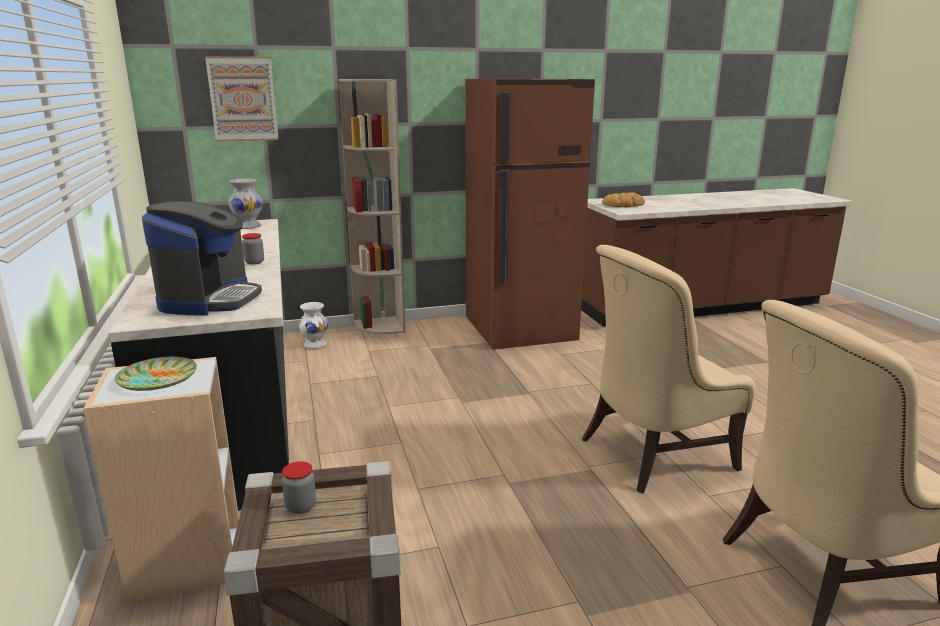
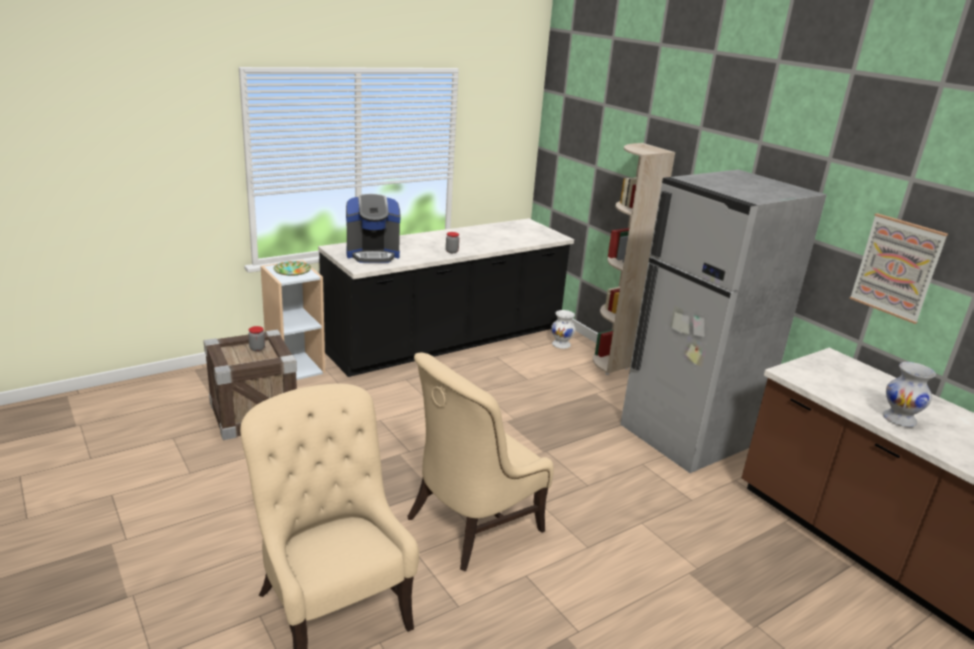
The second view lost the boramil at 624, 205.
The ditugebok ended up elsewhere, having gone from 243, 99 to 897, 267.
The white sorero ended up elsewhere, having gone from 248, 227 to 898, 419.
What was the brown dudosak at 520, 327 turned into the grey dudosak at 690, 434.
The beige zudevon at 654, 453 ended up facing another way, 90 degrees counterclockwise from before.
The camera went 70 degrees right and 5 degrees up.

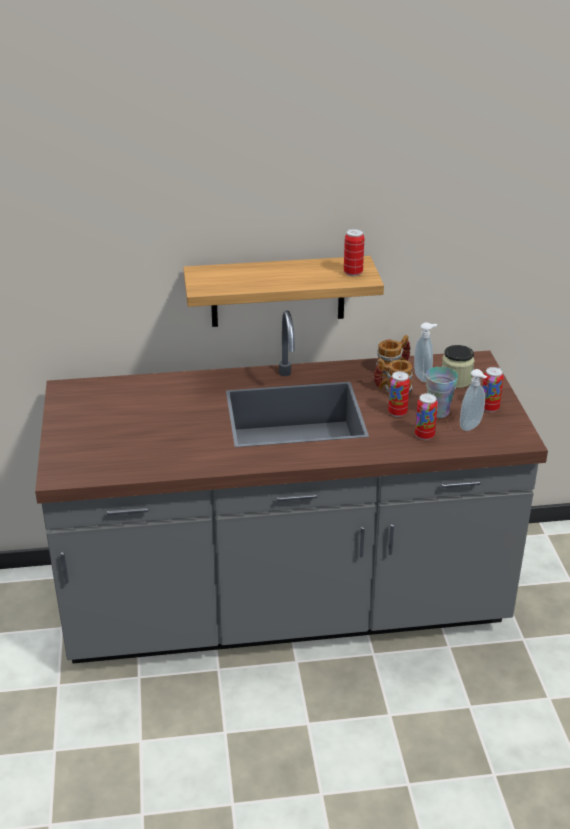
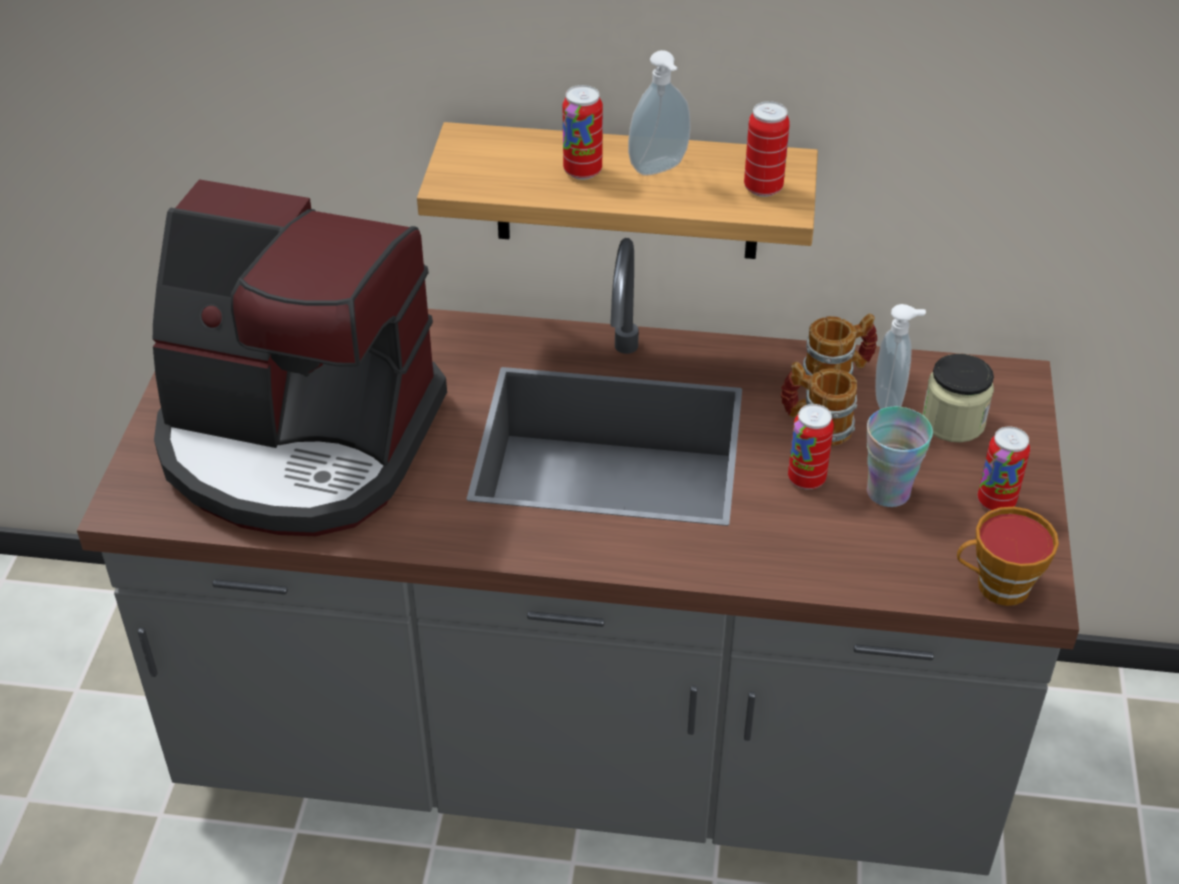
The second view gained the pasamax at 299, 442.
The second view gained the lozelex at 996, 587.
The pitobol ended up elsewhere, having gone from 424, 436 to 582, 171.
The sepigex ended up elsewhere, having gone from 472, 427 to 660, 169.
The camera went 15 degrees right and 10 degrees up.

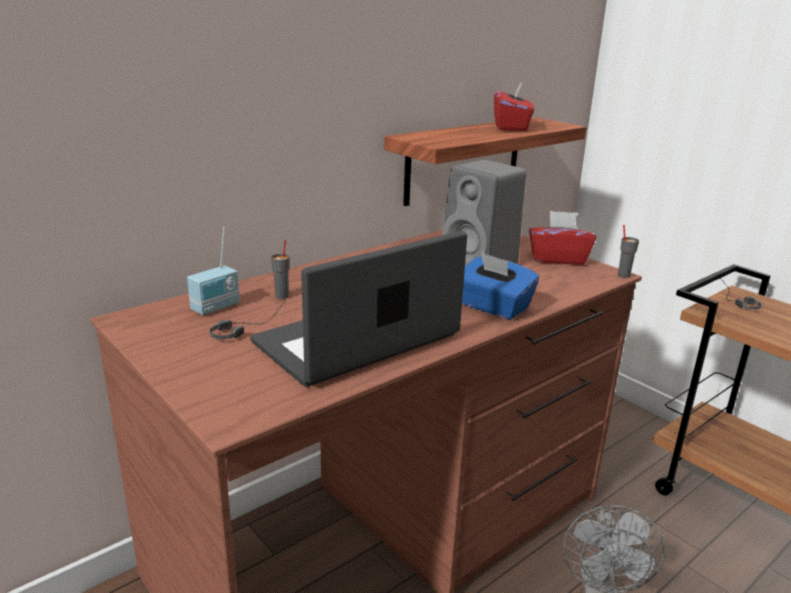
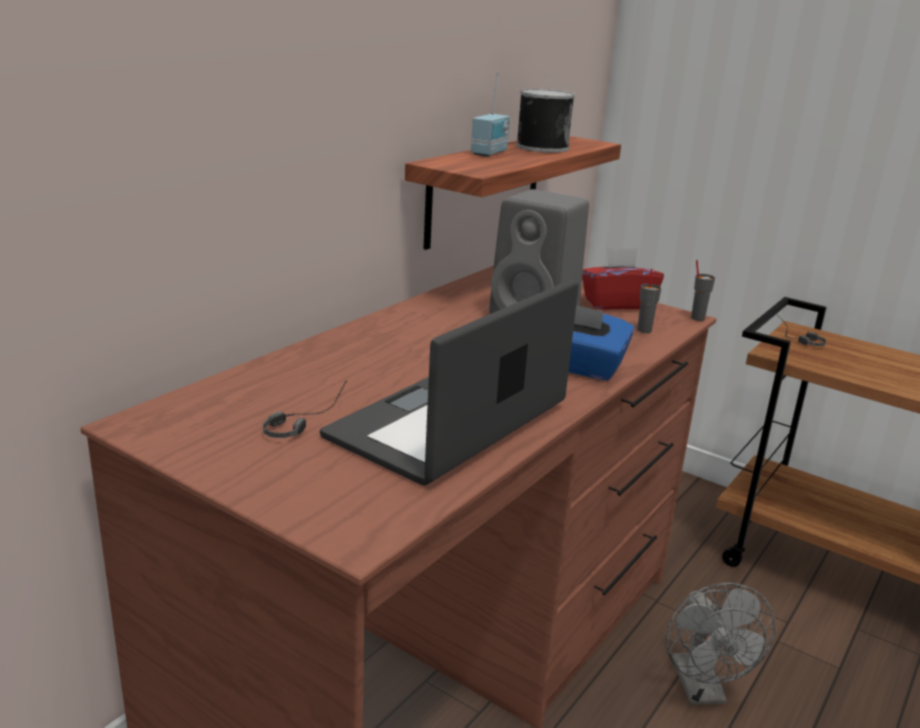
The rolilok ended up elsewhere, having gone from 216, 308 to 490, 153.
The grey lozelex ended up elsewhere, having gone from 282, 296 to 644, 330.
Where the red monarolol stood at 511, 127, the pitobol came to stand at 541, 147.
The camera went 15 degrees left and 0 degrees up.

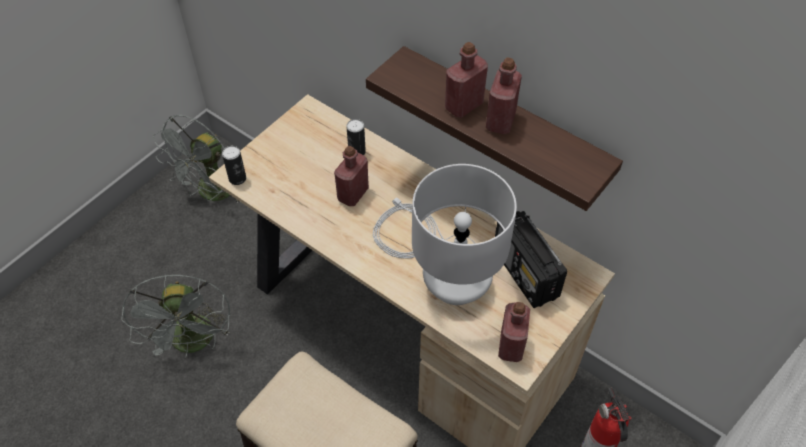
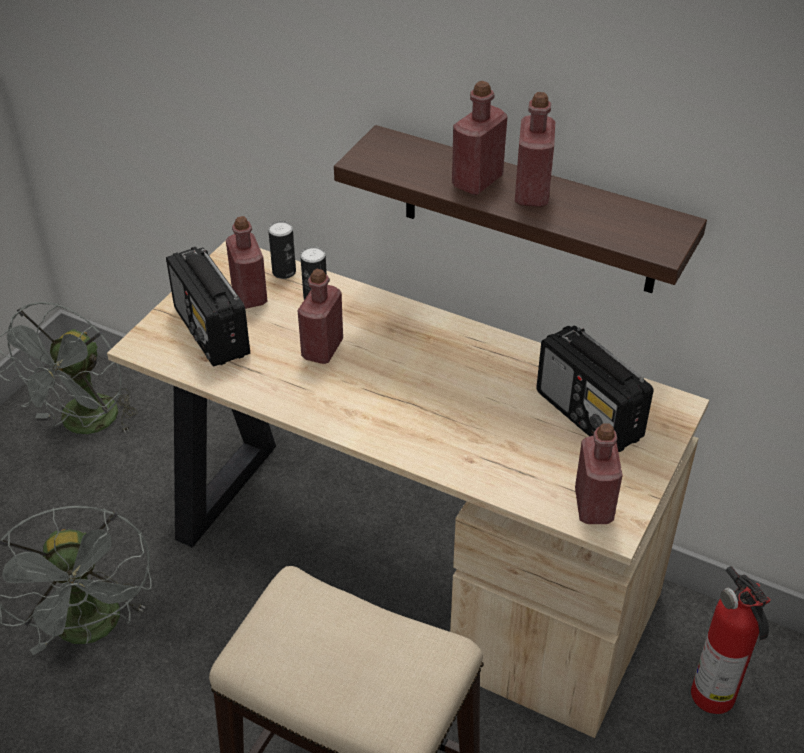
The second view lost the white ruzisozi at 436, 264.
The second view gained the rolilok at 212, 332.
The second view gained the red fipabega at 249, 295.
The pitobol ended up elsewhere, having gone from 237, 178 to 284, 272.
The camera went 10 degrees left and 10 degrees down.

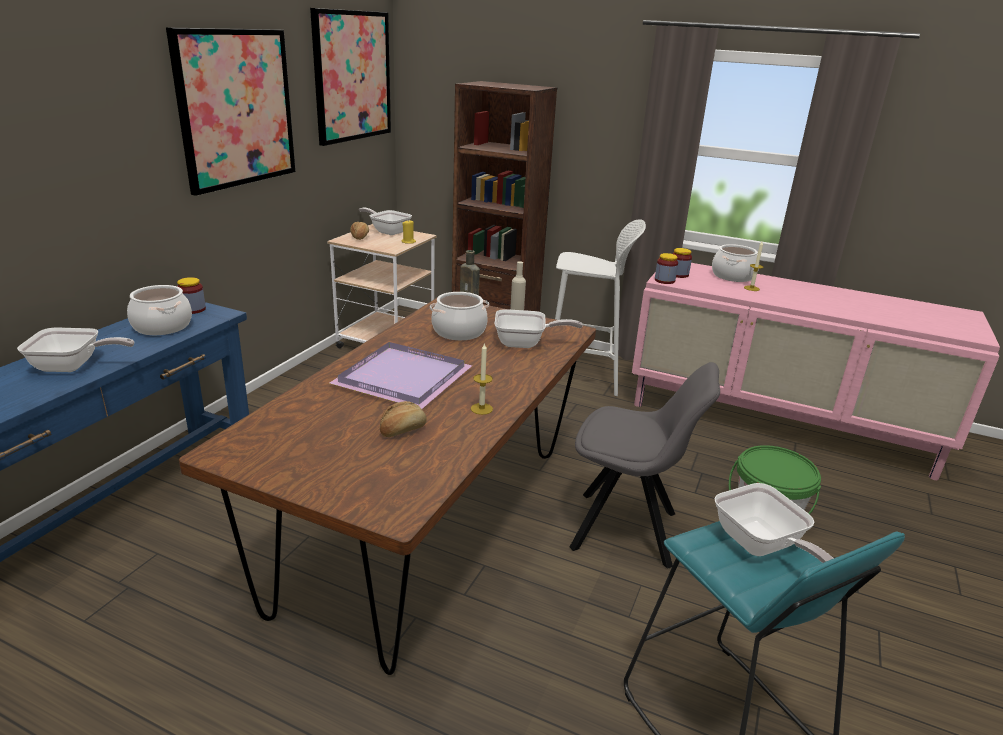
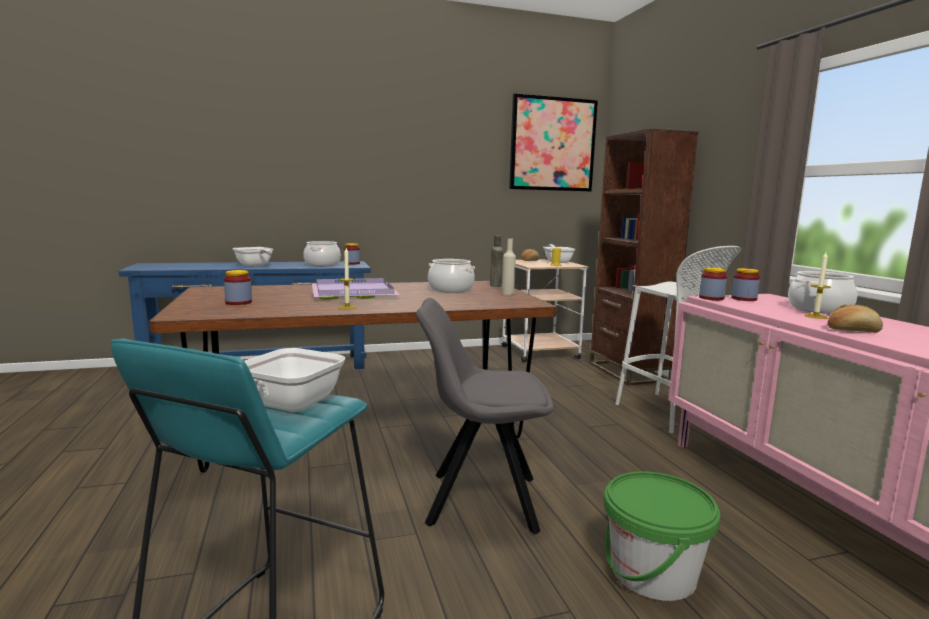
The second view lost the ditugebok at 236, 108.
The second view lost the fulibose at 525, 343.
The second view gained the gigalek at 238, 302.
The boramil ended up elsewhere, having gone from 402, 429 to 852, 331.
The grey zudevon at 625, 530 ended up facing another way, 120 degrees clockwise from before.
The camera went 50 degrees right and 15 degrees down.

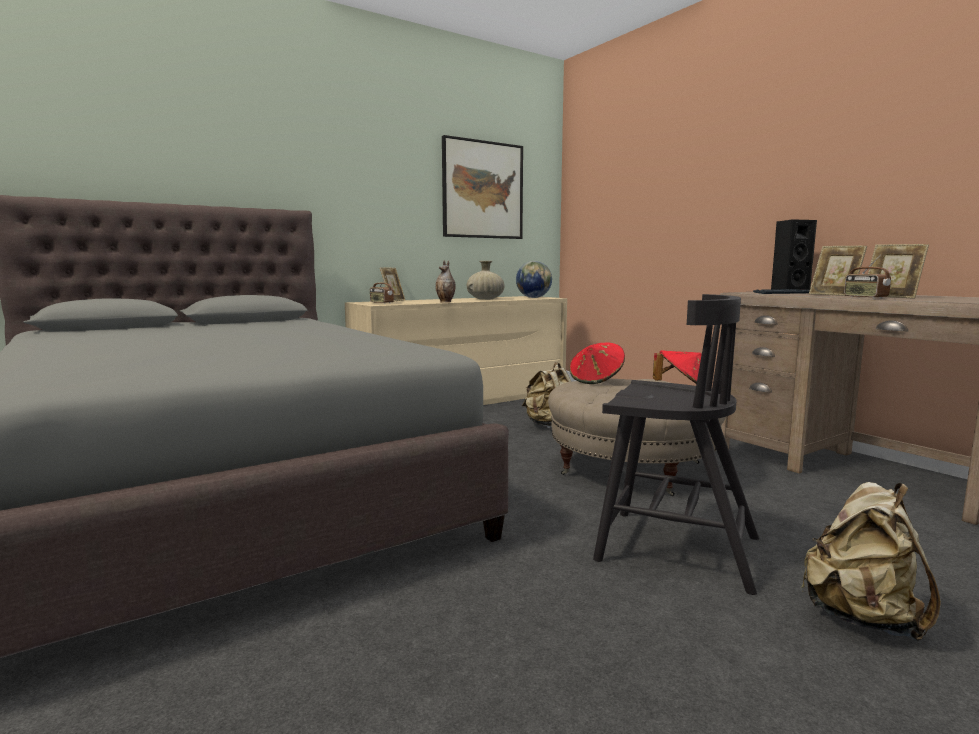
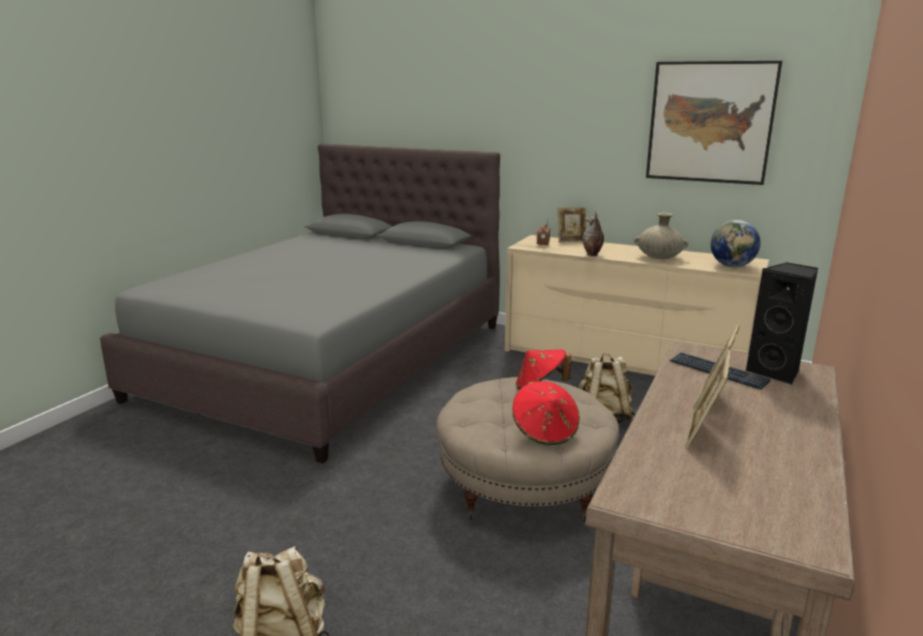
The second view lost the black zudevon at 674, 547.
The second view lost the rolilok at 865, 297.
The camera went 60 degrees right and 10 degrees up.

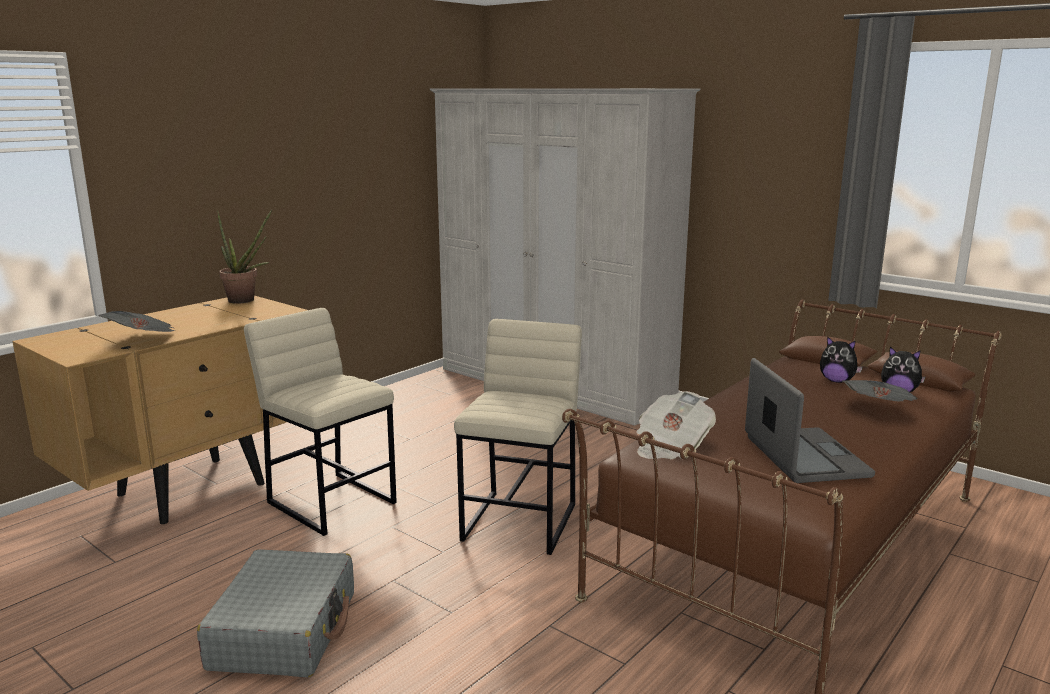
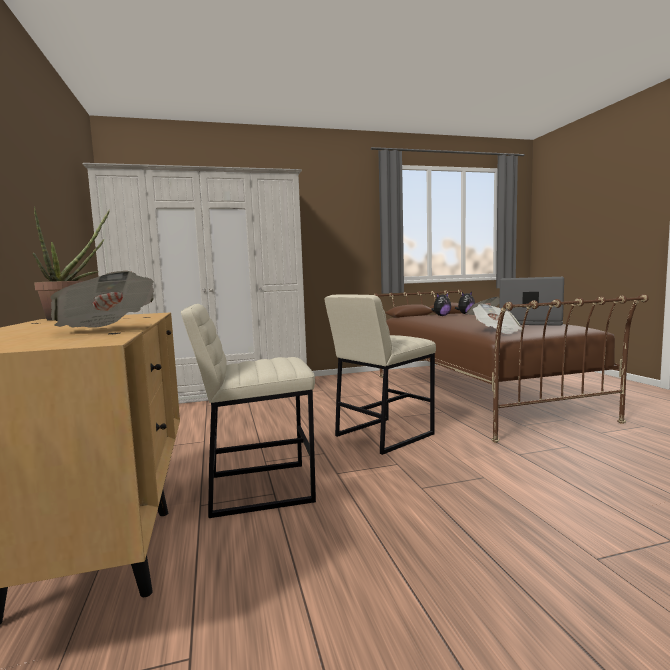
The second view lost the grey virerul at 285, 630.
The beige zudevon at 520, 520 ended up facing another way, 90 degrees counterclockwise from before.
The camera went 55 degrees left and 10 degrees down.

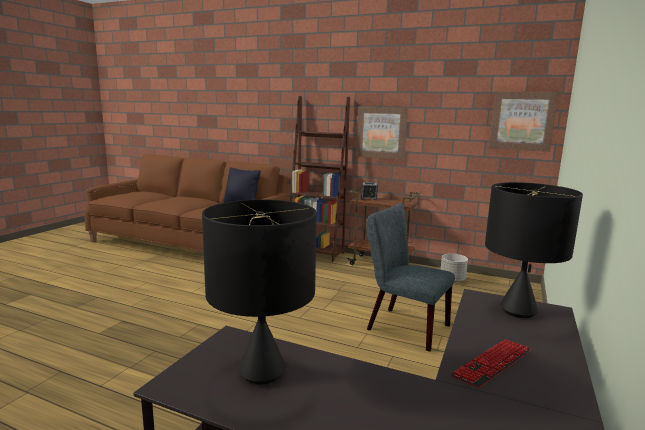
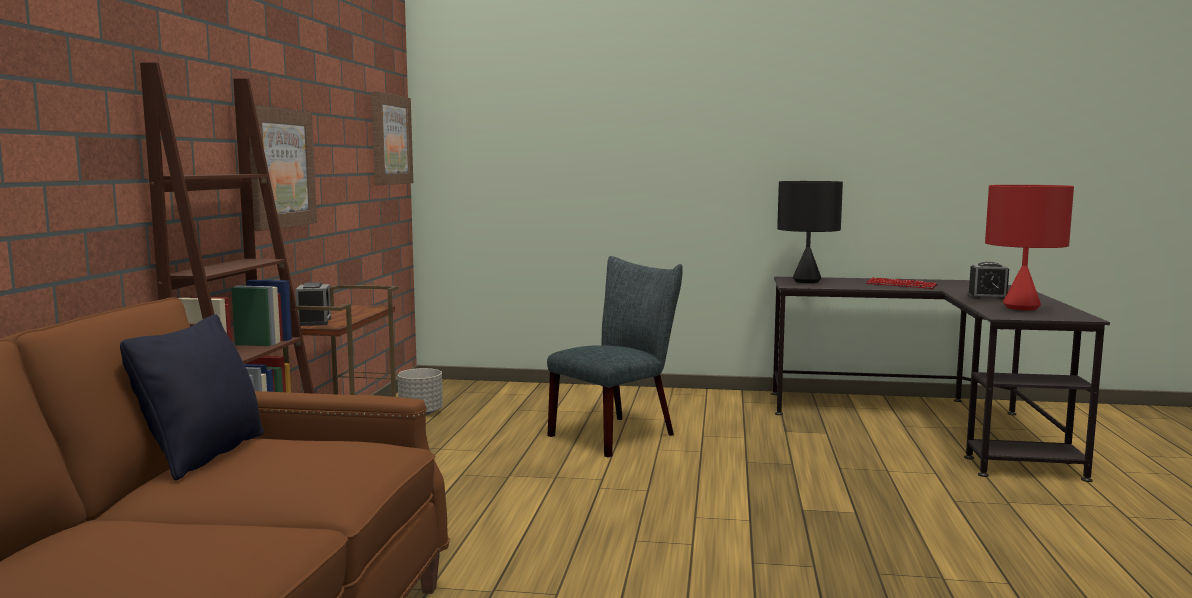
The second view gained the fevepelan at 987, 297.
What was the black ruzisozi at 261, 373 turned into the red ruzisozi at 1021, 308.
The grey zudevon at 402, 326 ended up facing another way, 150 degrees counterclockwise from before.
The camera went 105 degrees left and 5 degrees down.

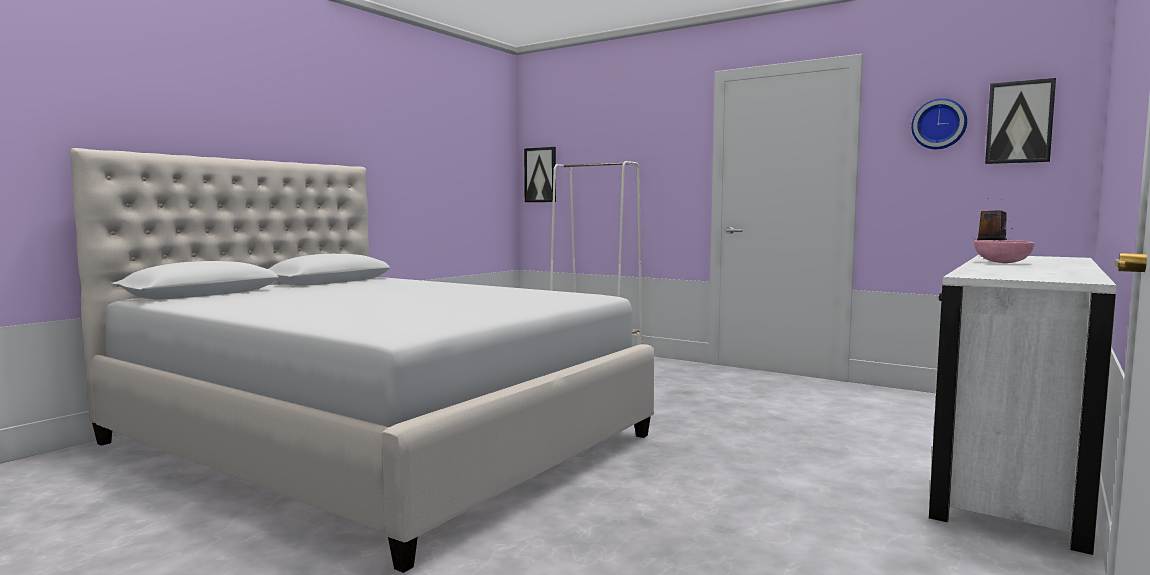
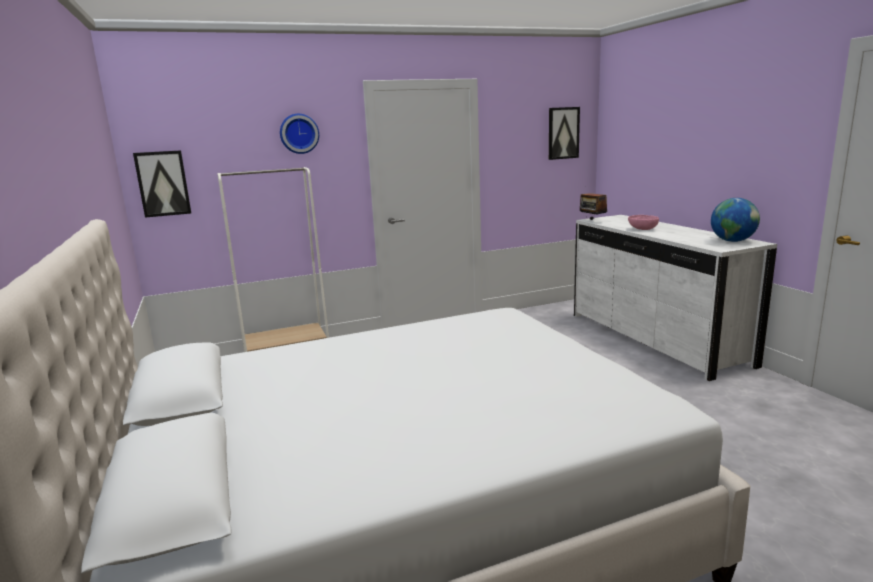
The second view gained the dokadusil at 732, 241.
The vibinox ended up elsewhere, having gone from 939, 124 to 299, 133.
The camera went 55 degrees left and 10 degrees up.

